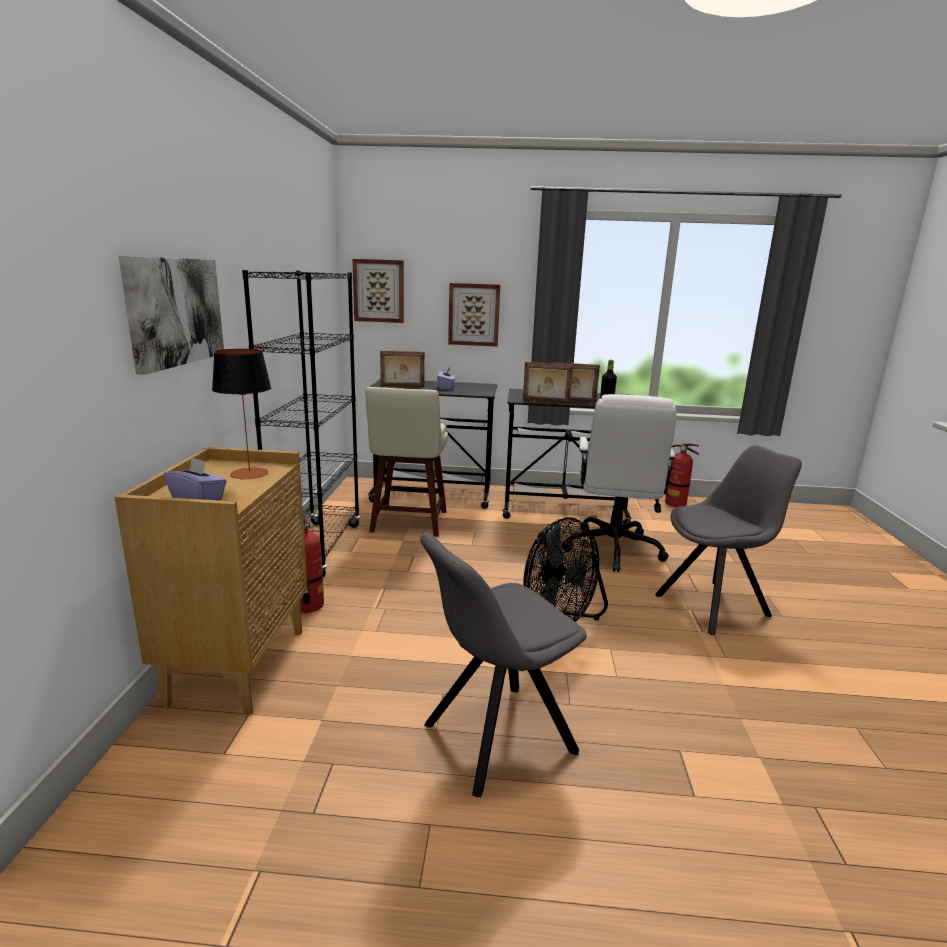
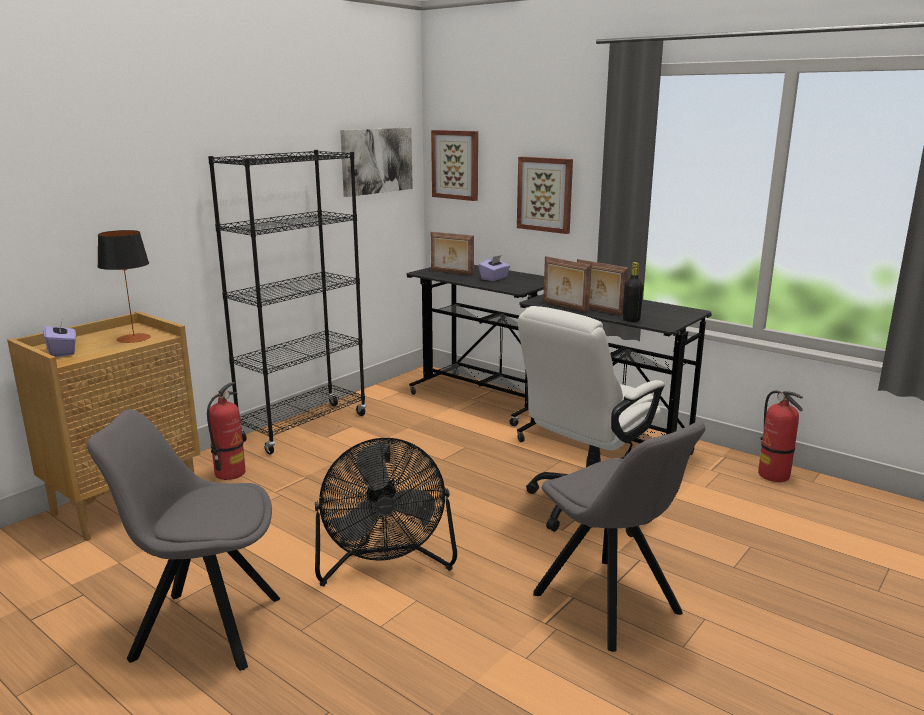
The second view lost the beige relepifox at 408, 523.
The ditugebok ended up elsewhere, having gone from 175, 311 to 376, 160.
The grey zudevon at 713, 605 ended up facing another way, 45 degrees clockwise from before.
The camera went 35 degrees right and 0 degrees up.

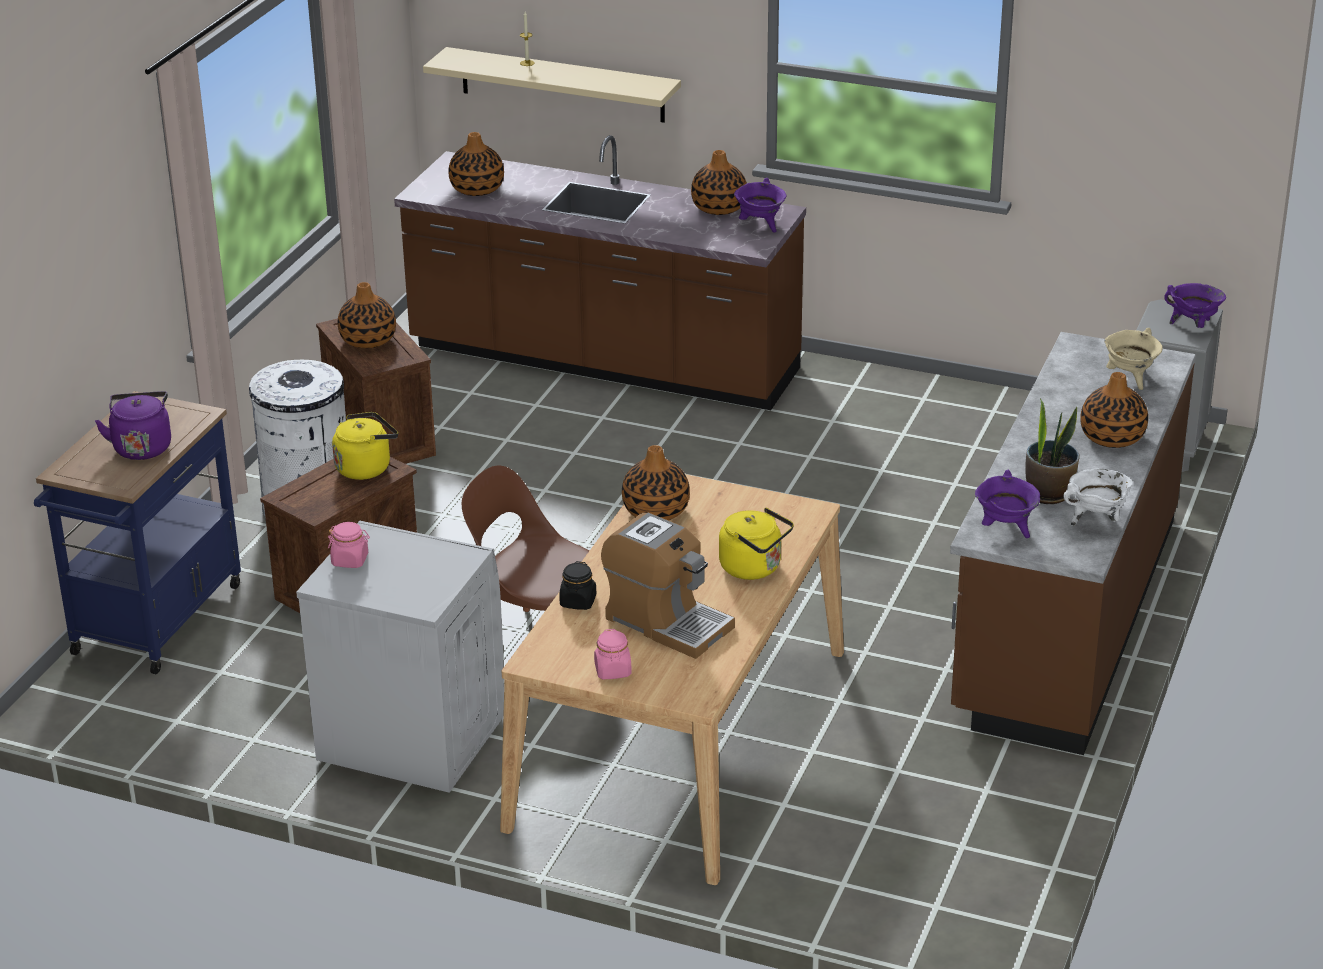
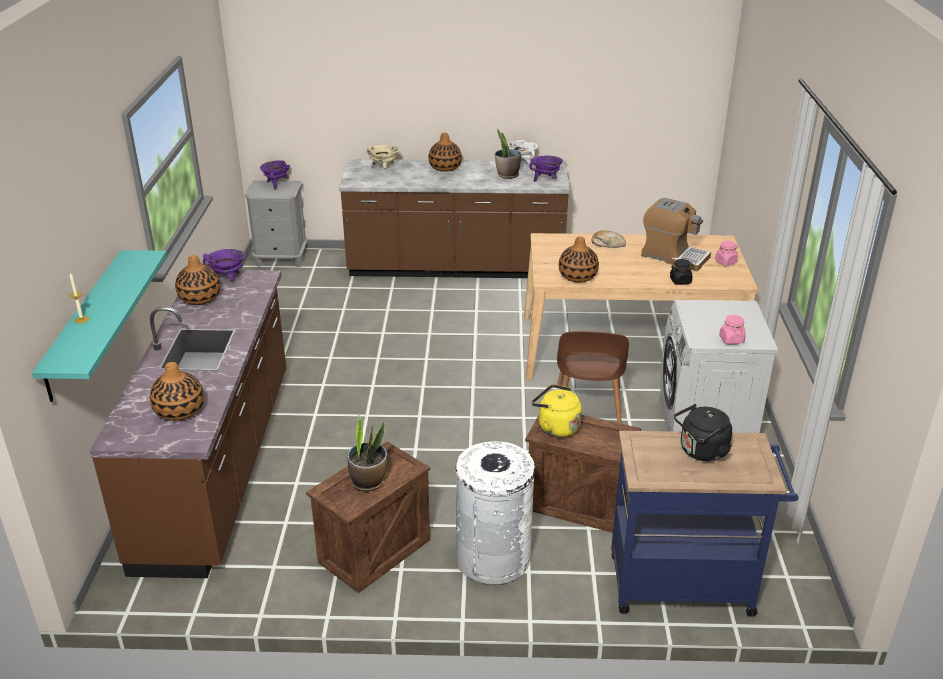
Where the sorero stood at 368, 340, the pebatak came to stand at 368, 482.
Where the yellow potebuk stood at 754, 568, the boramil came to stand at 607, 244.
What was the purple potebuk at 142, 447 turned into the black potebuk at 701, 452.
What was the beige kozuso at 562, 85 turned into the turquoise kozuso at 85, 323.
The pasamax at 667, 622 ended up facing another way, 105 degrees clockwise from before.
The camera went 110 degrees left and 0 degrees up.

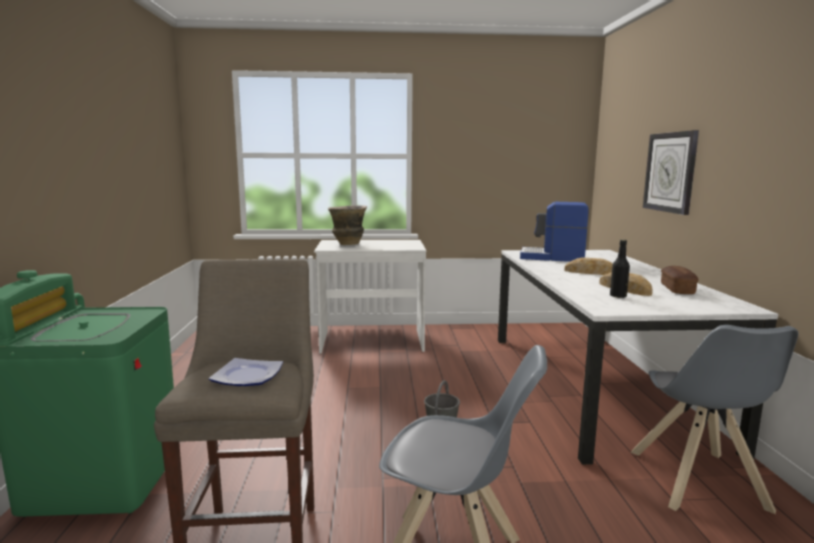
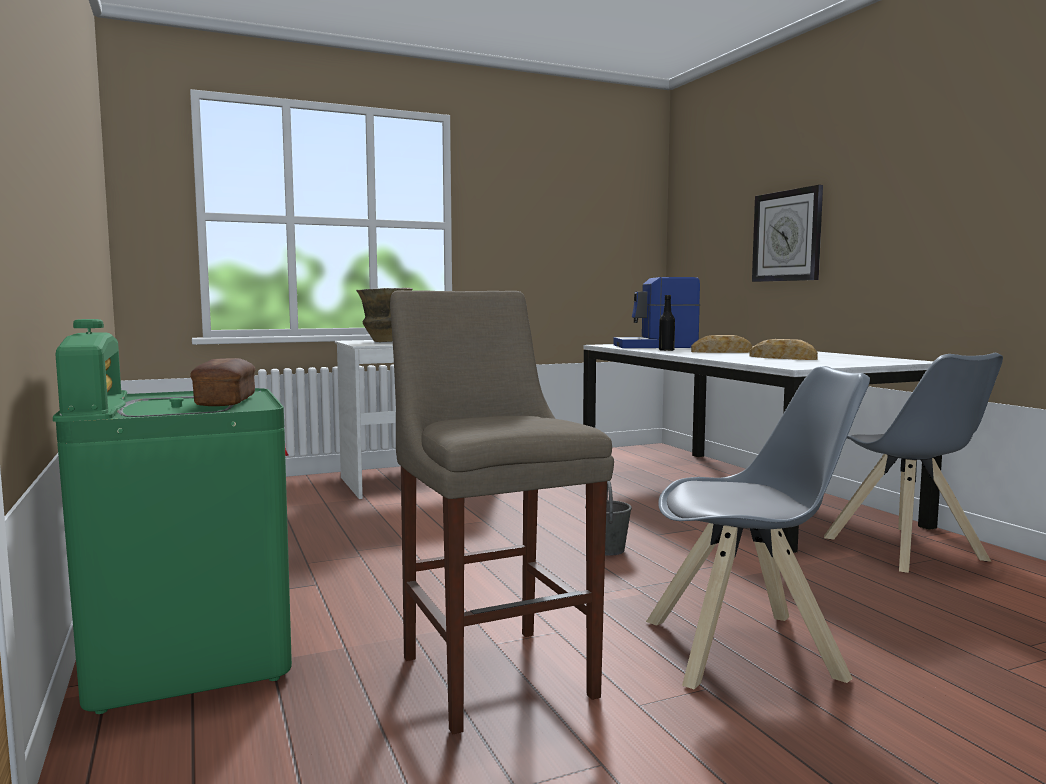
The second view lost the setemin at 249, 376.
The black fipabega ended up elsewhere, having gone from 618, 296 to 666, 350.
The boramil ended up elsewhere, having gone from 677, 289 to 225, 401.
The camera went 20 degrees left and 5 degrees down.

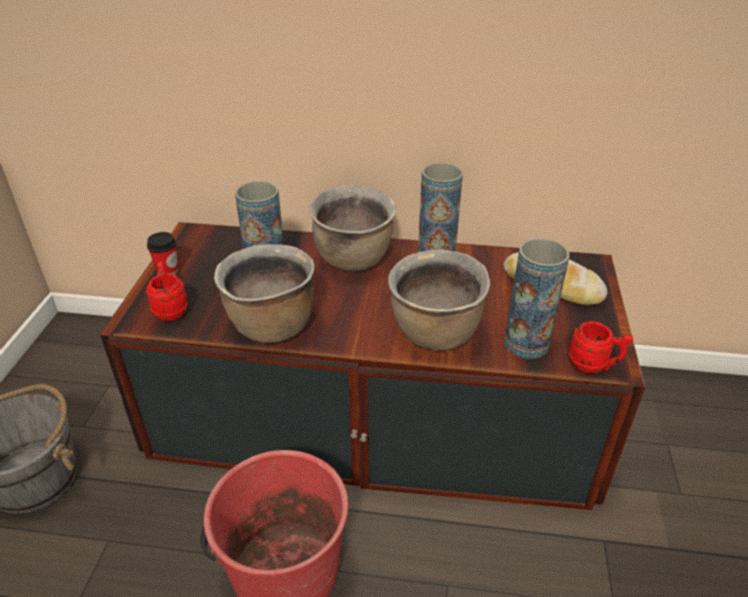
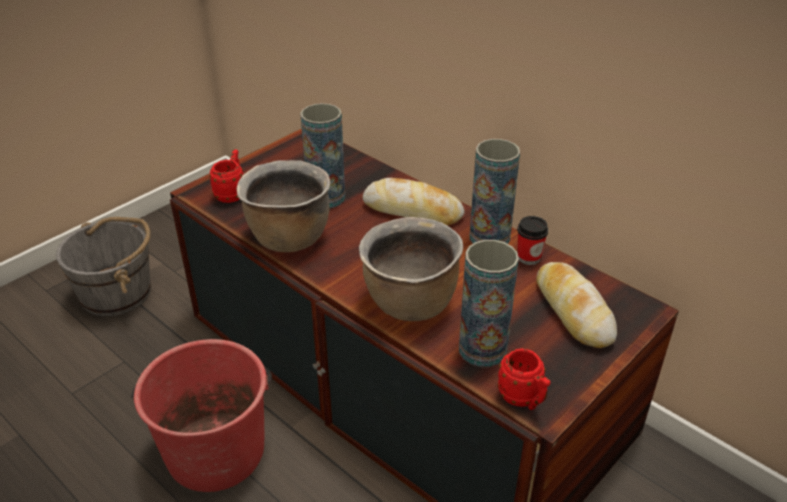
The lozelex ended up elsewhere, having gone from 168, 271 to 528, 257.
Where the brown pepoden stood at 354, 259, the boramil came to stand at 413, 210.
The camera went 35 degrees right and 0 degrees up.

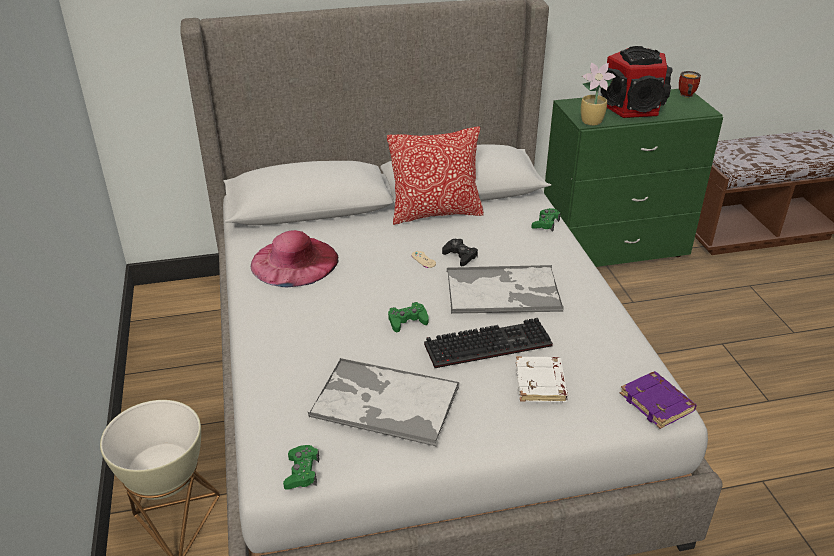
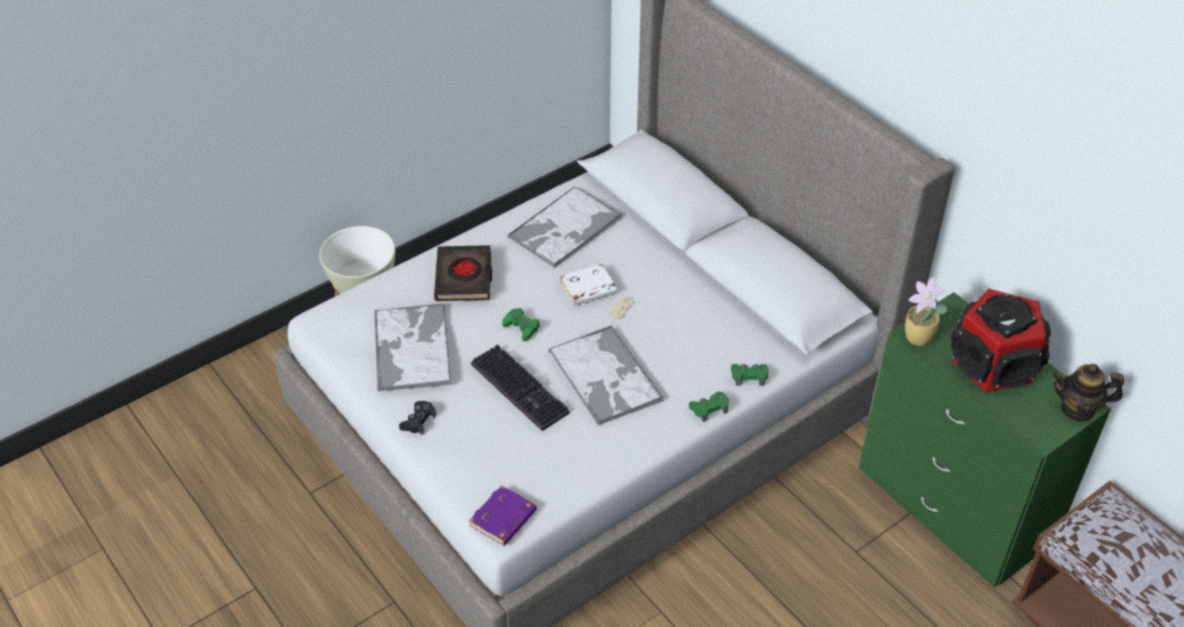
The second view lost the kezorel at 435, 213.
The second view gained the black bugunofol at 464, 277.
The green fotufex ended up elsewhere, having gone from 302, 472 to 709, 409.
The black fotufex ended up elsewhere, having gone from 460, 256 to 418, 421.
The white bugunofol ended up elsewhere, having gone from 541, 384 to 588, 289.
Where the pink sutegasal stood at 294, 261, the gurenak came to stand at 564, 228.
Where the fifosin stood at 685, 95, the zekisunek came to stand at 1078, 409.
The camera went 65 degrees right and 10 degrees up.

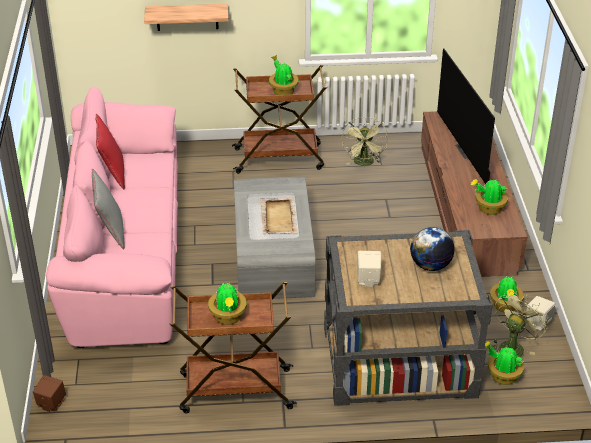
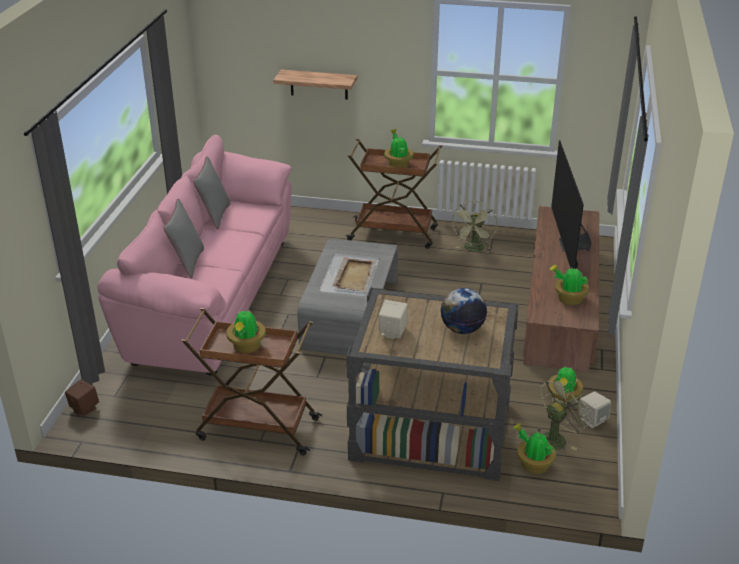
What was the red kezorel at 113, 174 turned into the grey kezorel at 214, 216.
The camera went 15 degrees right and 5 degrees down.

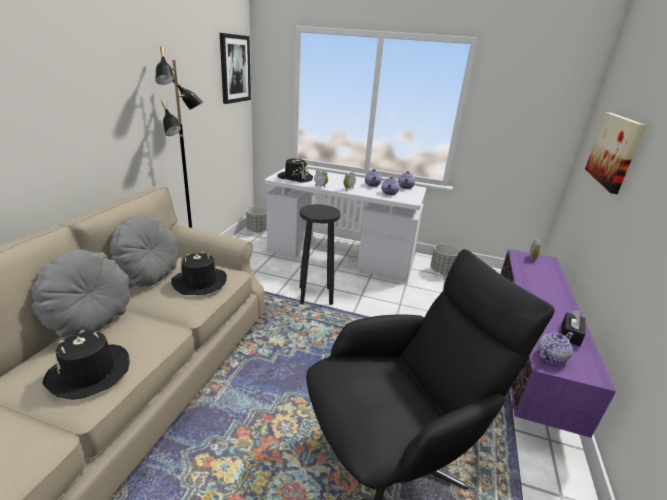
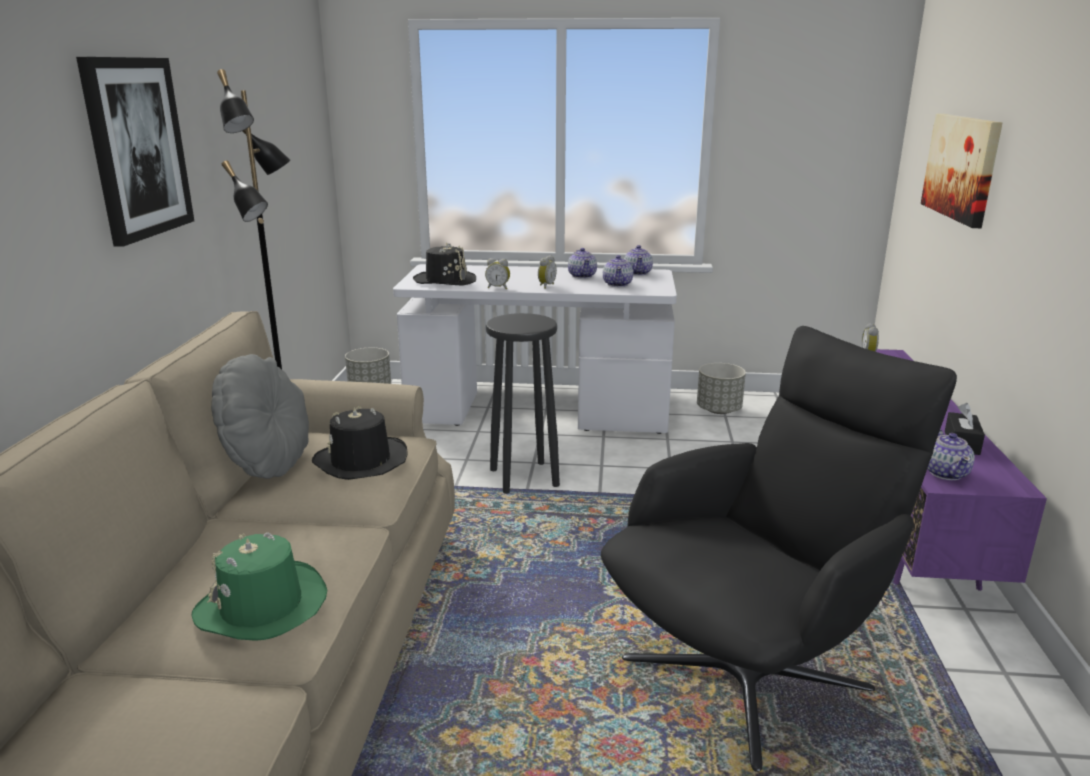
The second view lost the grey kezorel at 92, 324.
The ditugebok ended up elsewhere, having gone from 235, 69 to 137, 148.
What was the black sutegasal at 89, 373 turned into the green sutegasal at 262, 606.
The zekisunek at 550, 356 ended up facing another way, 135 degrees clockwise from before.
The camera went 10 degrees left and 5 degrees down.

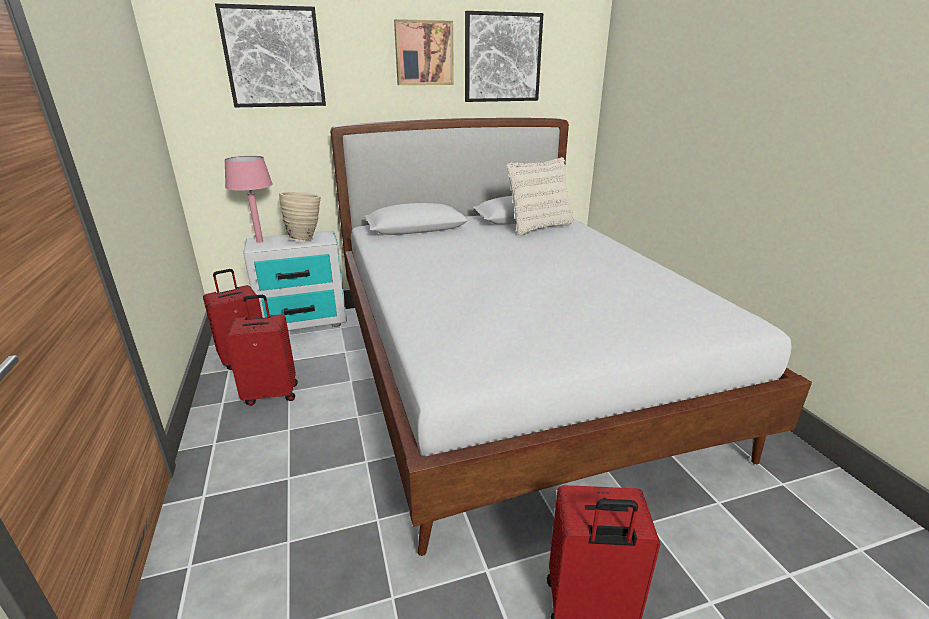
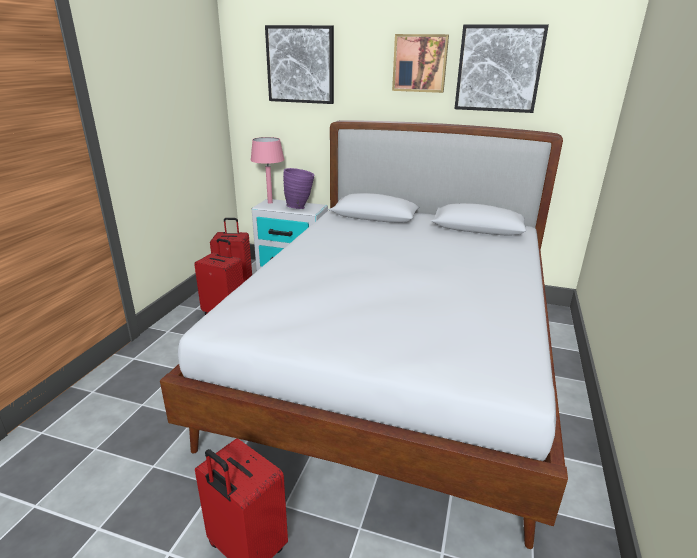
The second view lost the beige kezorel at 539, 228.
What was the beige sorero at 306, 238 turned into the purple sorero at 300, 207.
The camera went 35 degrees right and 0 degrees up.

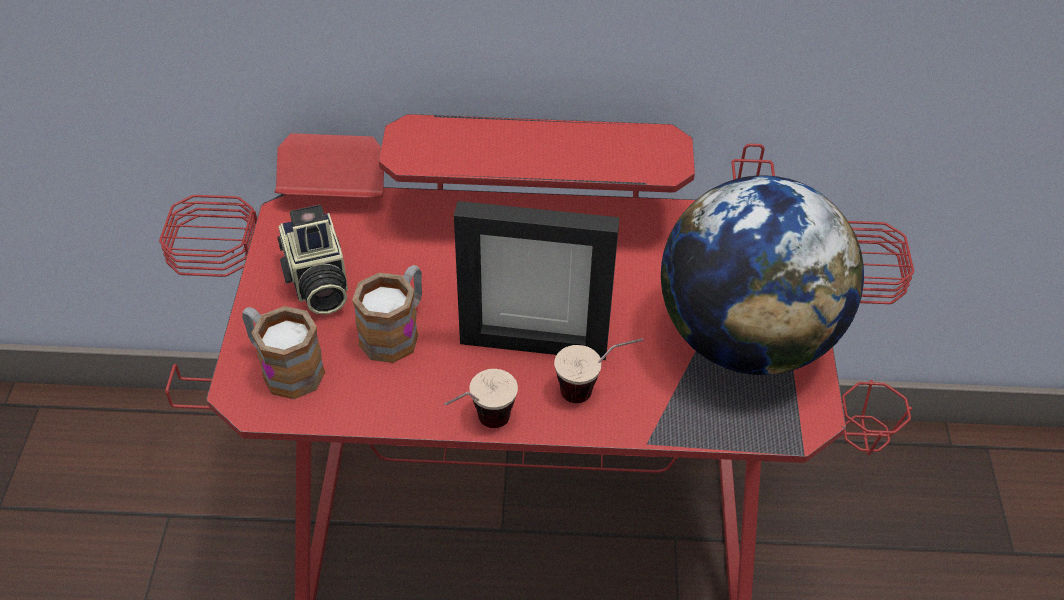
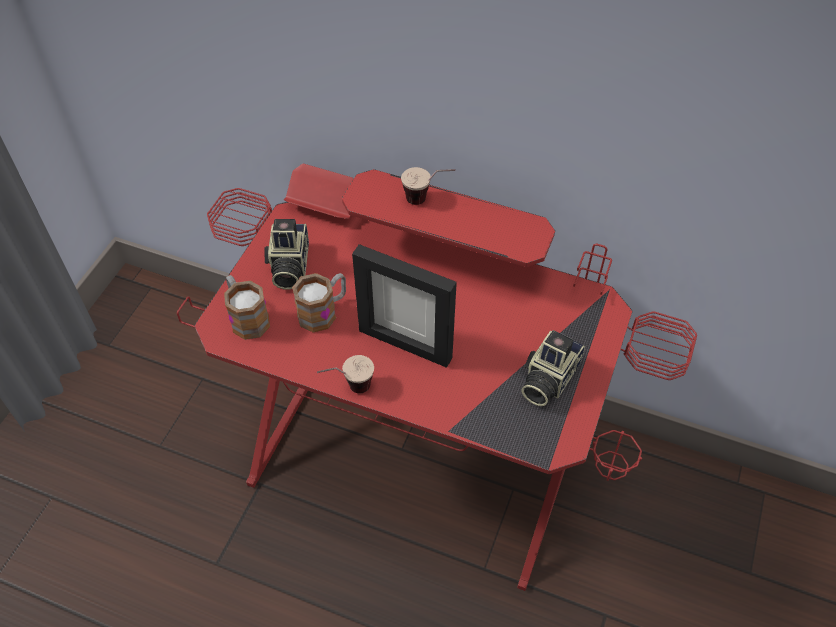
The lozelex ended up elsewhere, having gone from 595, 390 to 427, 200.
Where the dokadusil stood at 746, 339, the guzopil came to stand at 547, 379.
The camera went 20 degrees right and 5 degrees up.

